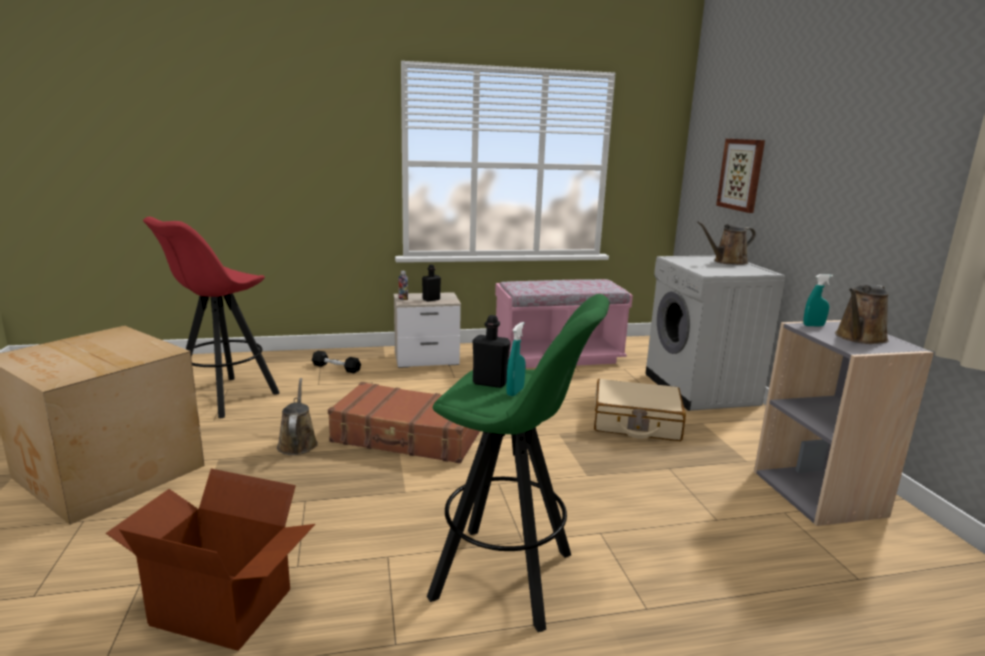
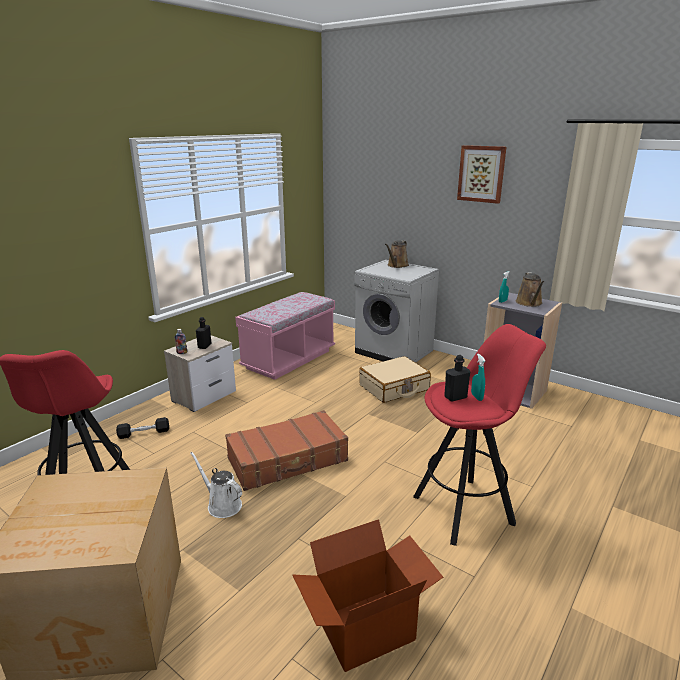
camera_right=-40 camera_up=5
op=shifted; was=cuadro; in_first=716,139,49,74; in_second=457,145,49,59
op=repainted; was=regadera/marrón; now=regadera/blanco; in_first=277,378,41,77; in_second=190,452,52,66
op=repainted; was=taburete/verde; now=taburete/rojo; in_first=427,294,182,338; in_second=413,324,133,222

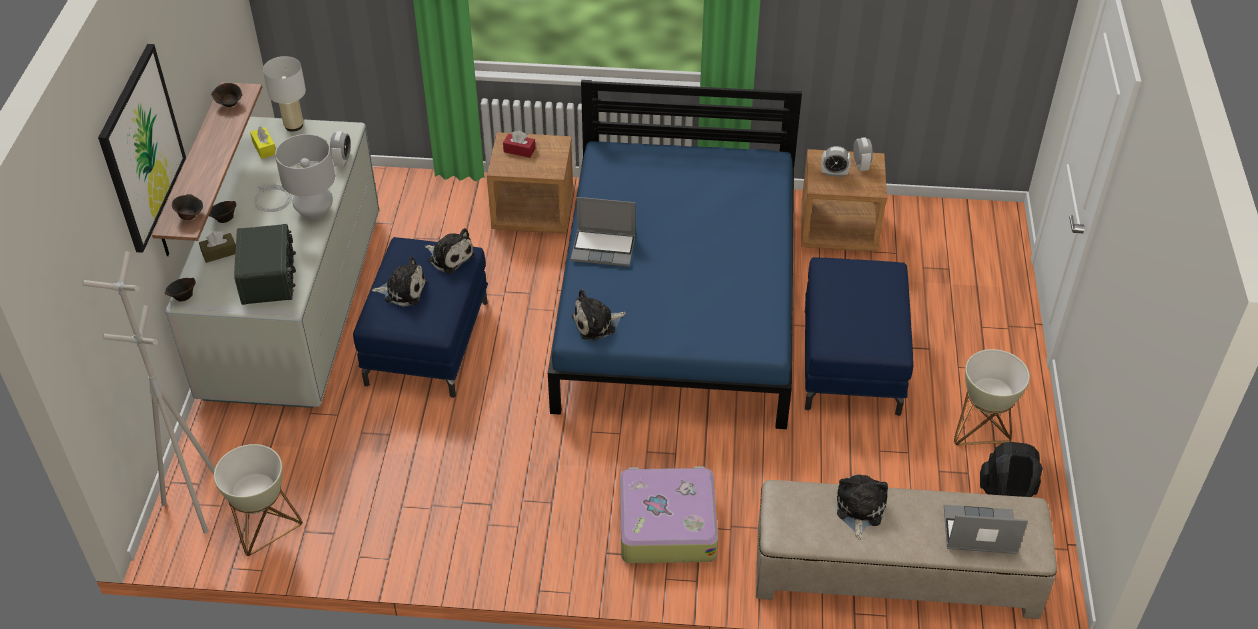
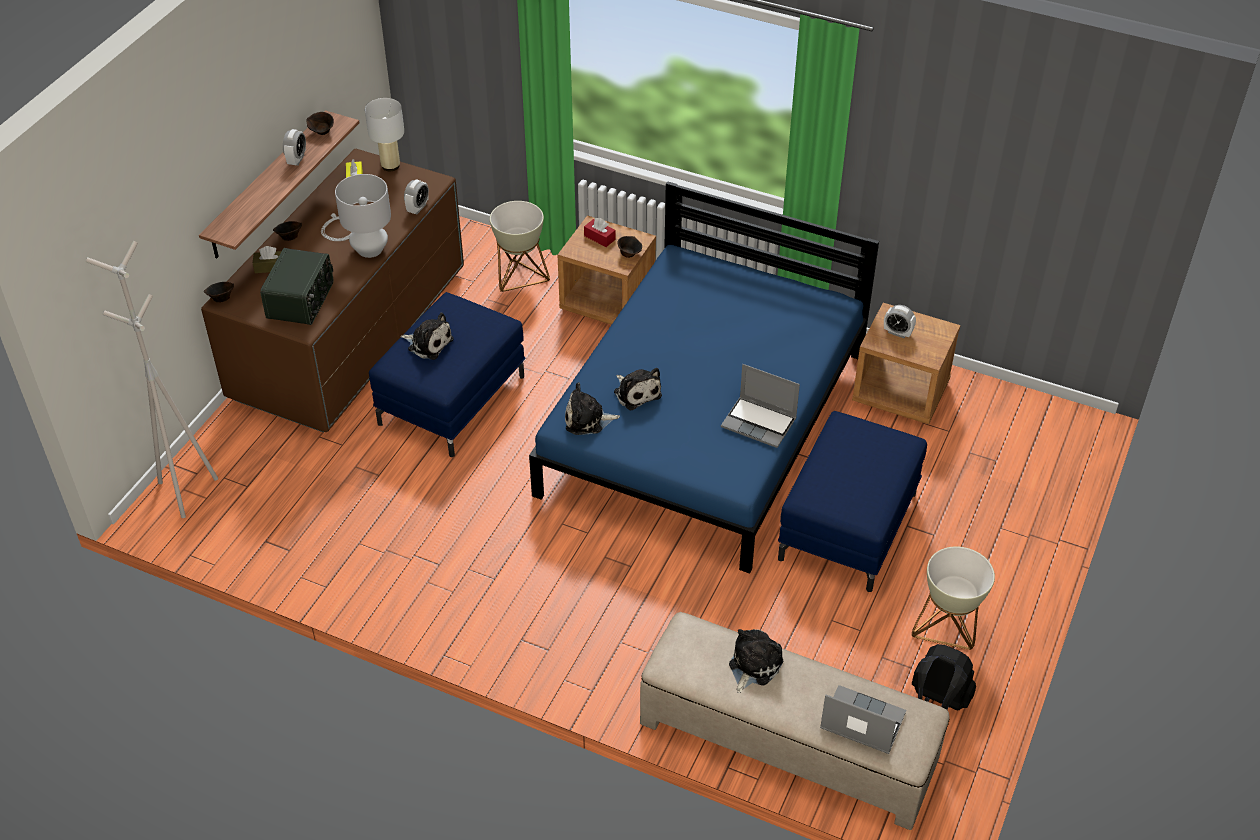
camera_right=20 camera_up=0
op=gone; was=cuadro; in_first=98,44,88,209
op=gone; was=maleta; in_first=620,466,98,97
op=shifted; was=cuenco/marrón; in_first=172,194,31,26; in_second=618,236,24,22
op=shifted; was=maceta; in_first=214,444,89,112; in_second=490,201,60,91
op=shifted; was=peluche; in_first=425,228,50,46; in_second=614,368,48,43
op=shifted; was=portátil; in_first=571,197,65,69; in_second=721,364,79,84
op=shifted; was=despertador; in_first=853,137,20,34; in_second=283,129,23,37
op=repainted; was=cómoda/blanco; now=cómoda/marrón; in_first=165,117,214,291; in_second=201,149,263,284

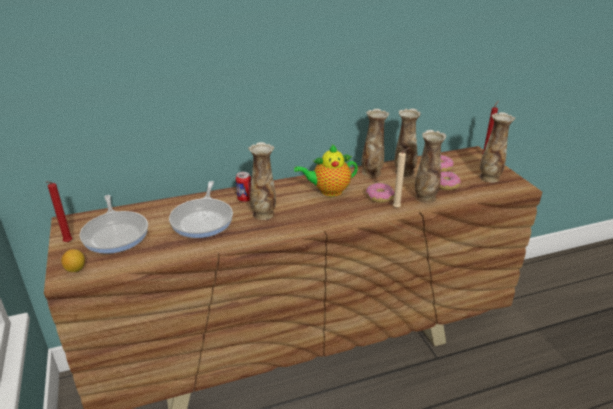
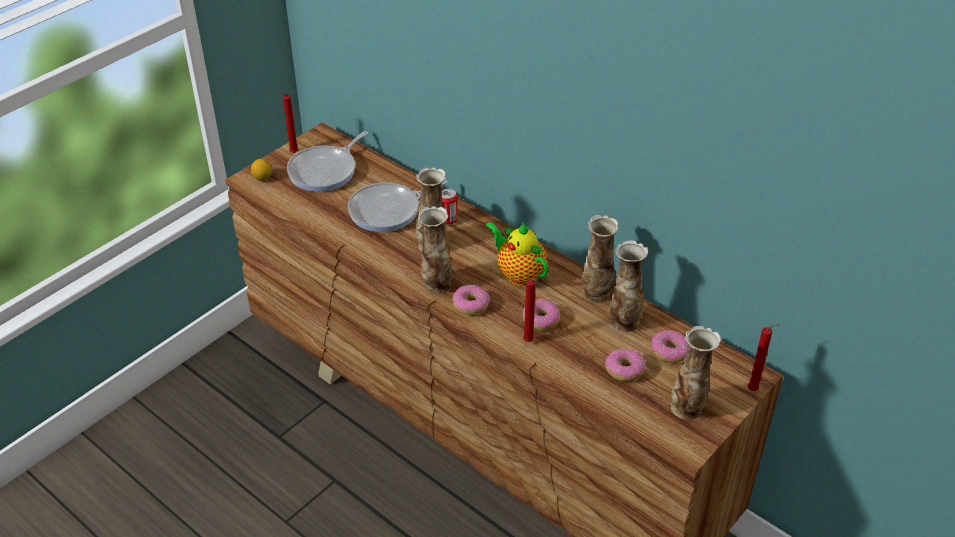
camera_right=60 camera_up=10
op=new; now=rosquilla; in_second=453,285,36,30
op=shifted; was=florero; in_first=415,130,31,73; in_second=417,206,36,89
op=repainted; was=vela/beis; now=vela/rojo; in_first=393,147,18,61; in_second=523,279,13,63

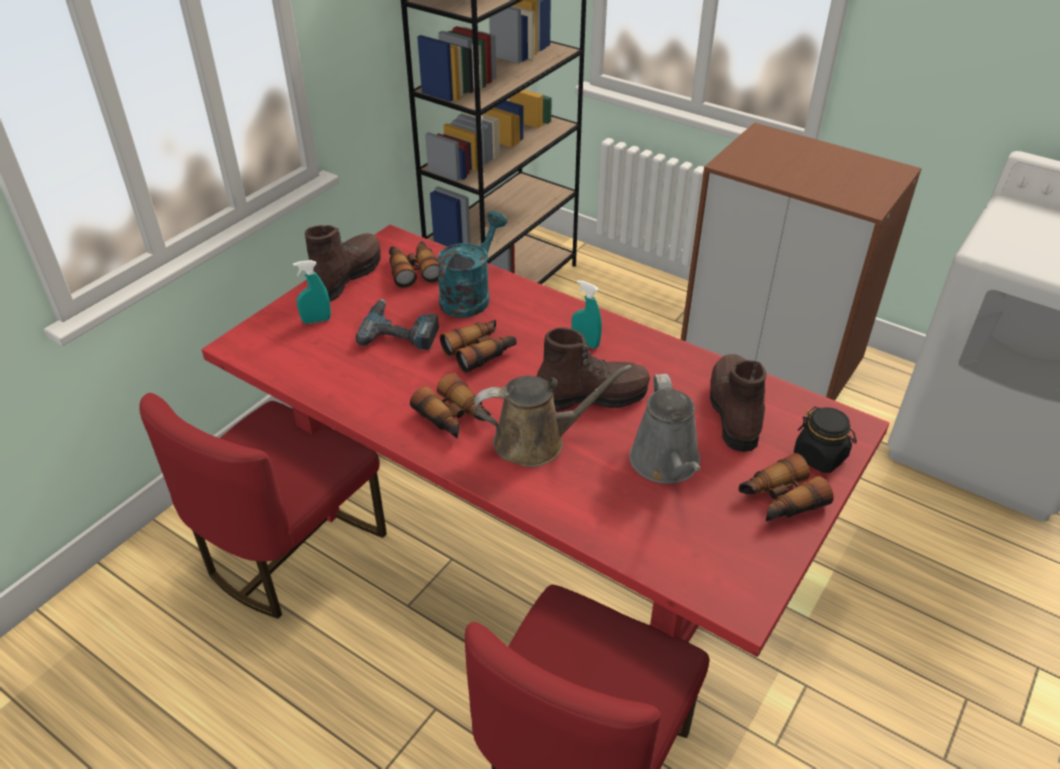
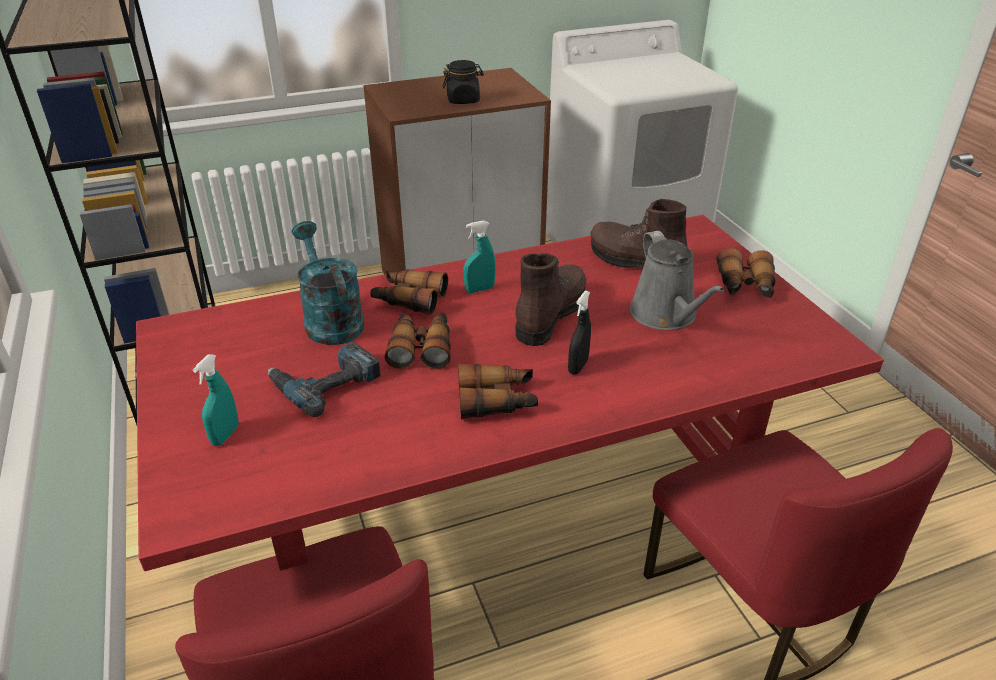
camera_right=-55 camera_up=-5
op=gone; was=bota/marrón; in_first=305,225,76,77
op=shifted; was=prismáticos; in_first=389,241,50,47; in_second=370,269,78,46
op=shifted; was=tarro/negro; in_first=794,407,63,66; in_second=443,60,41,44
op=swapped; was=regadera/marrón; now=pulverizador/negro; in_first=474,365,158,102; in_second=568,291,23,84
op=rotated; was=regadera/gris; in_first=629,374,71,110; in_second=630,231,94,99; clockwise=45

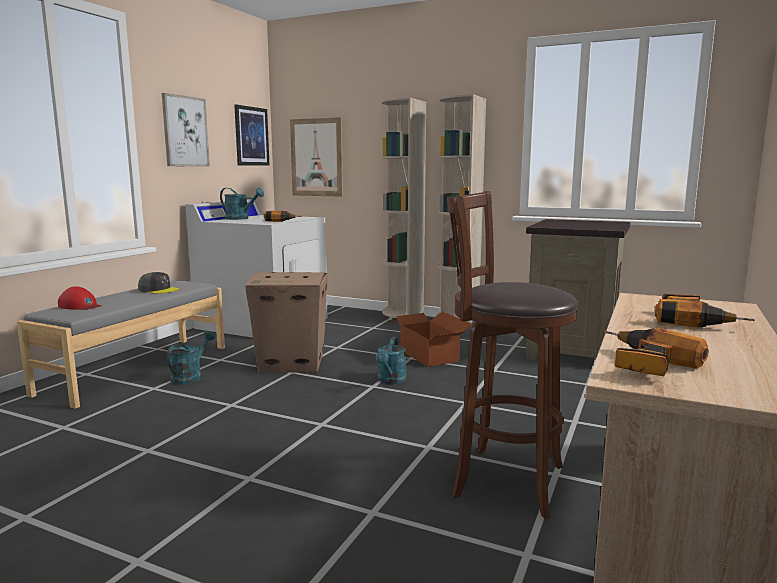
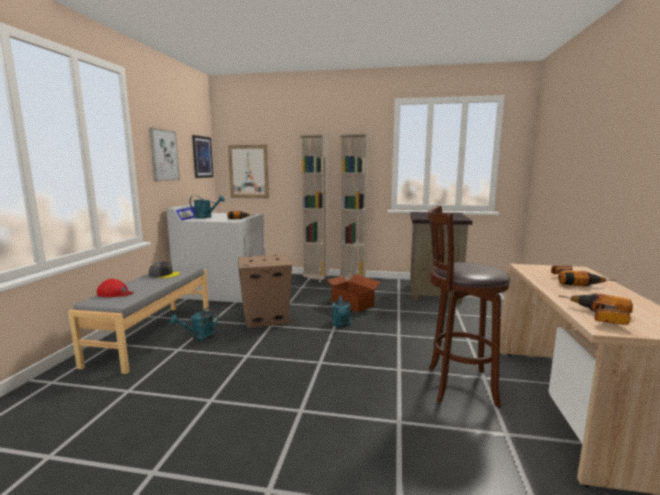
camera_right=-15 camera_up=0
op=rotated; was=regadera/turquesa; in_first=167,331,48,53; in_second=170,306,49,34; clockwise=-135

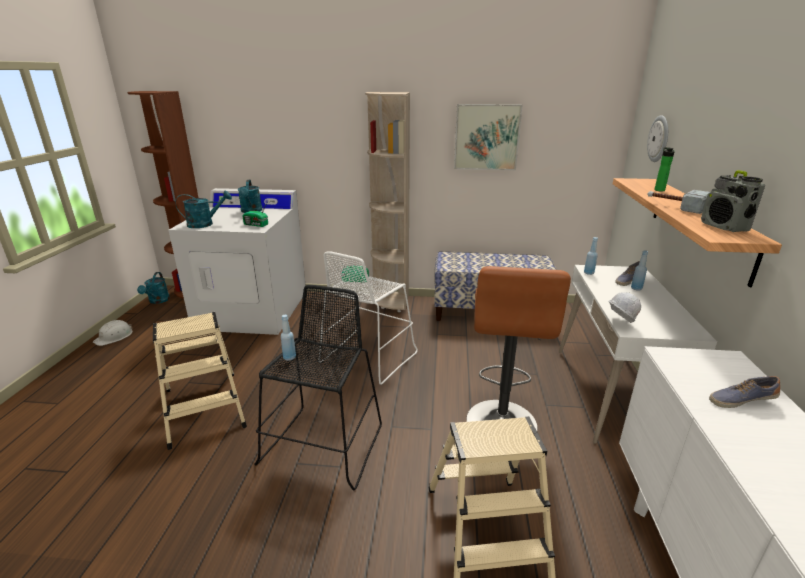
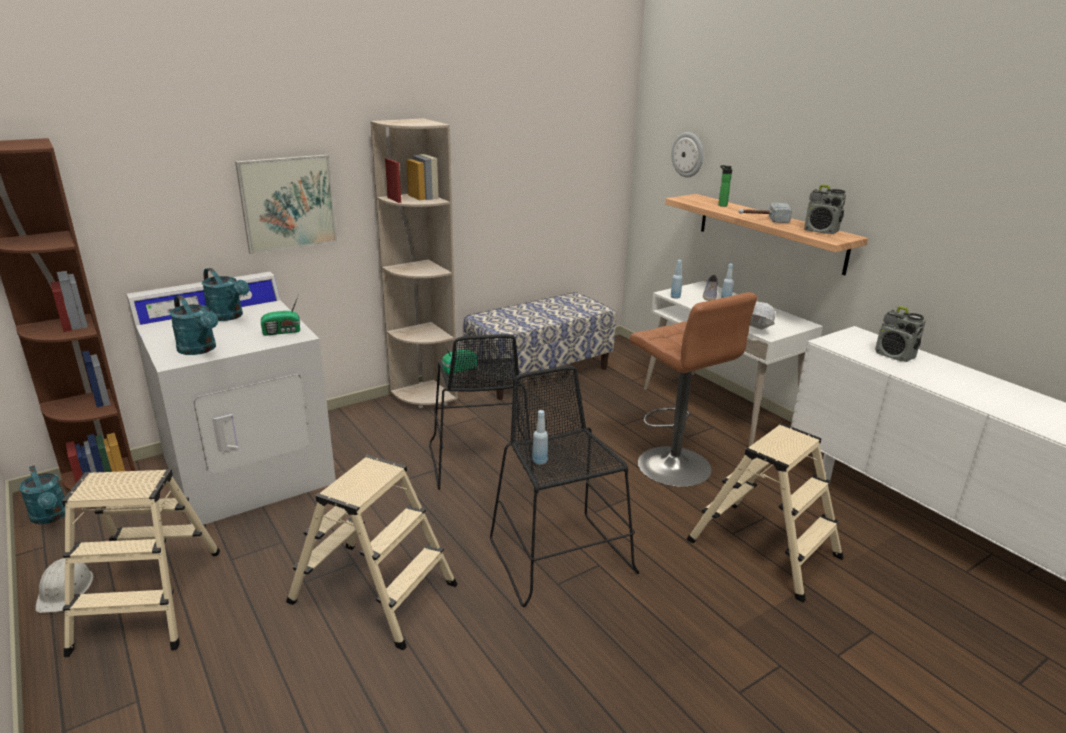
camera_right=-40 camera_up=0
op=new; now=escalera de tijera/beis; in_second=62,469,158,188
op=shifted; was=cuadro; in_first=454,104,69,66; in_second=235,155,102,99
op=swapped; was=zapato; now=radio; in_first=709,376,71,32; in_second=875,306,51,56
op=repainted; was=taburete/blanco; now=taburete/negro; in_first=319,251,99,134; in_second=429,334,105,156
op=rotated; was=regadera/turquesa; in_first=175,191,57,37; in_second=170,295,48,60; clockwise=105

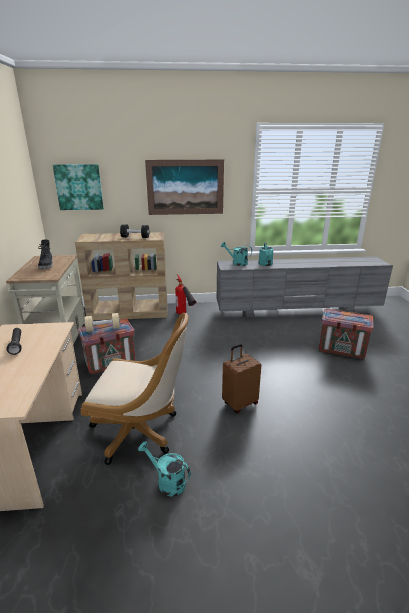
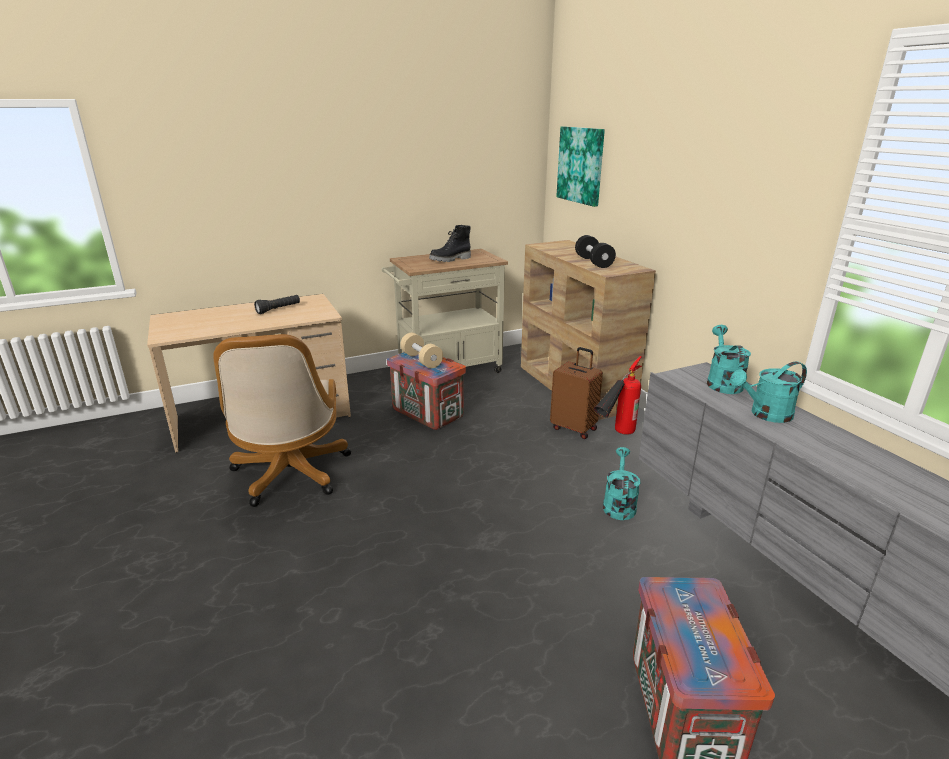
camera_right=70 camera_up=0
op=gone; was=cuadro; in_first=145,159,79,56
op=shifted; was=regadera/turquesa; in_first=138,441,53,56; in_second=603,447,37,73
op=shifted; was=maleta/marrón; in_first=222,344,39,69; in_second=550,347,53,92

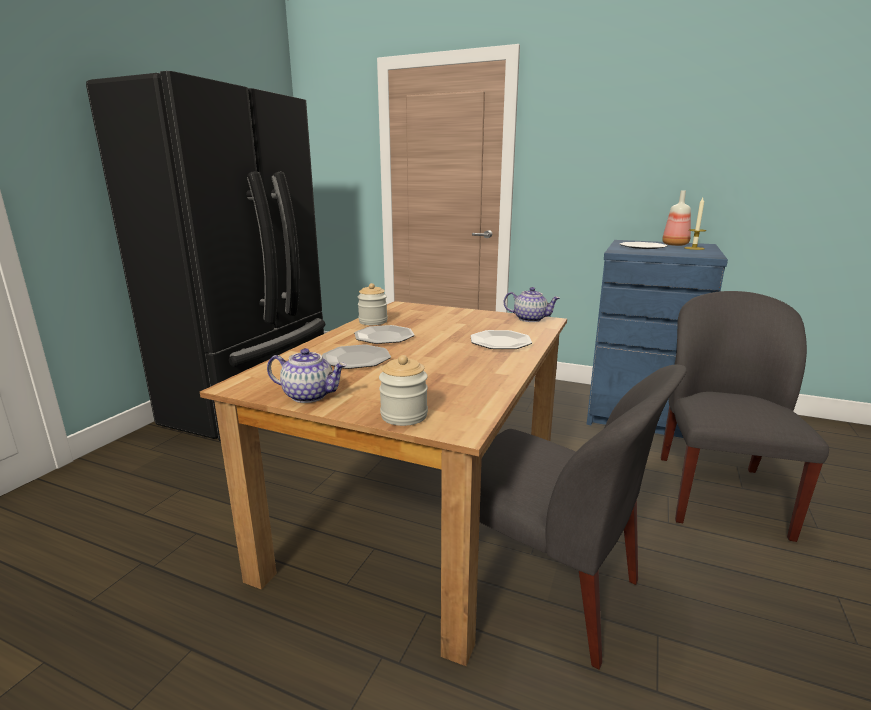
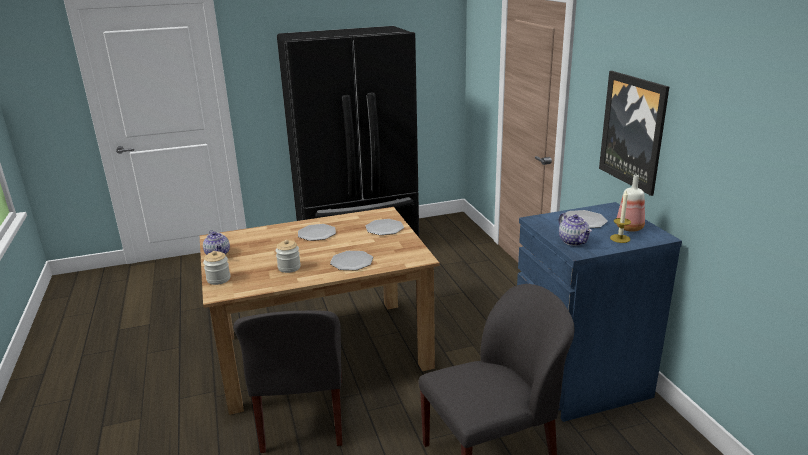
camera_right=50 camera_up=5
op=new; now=cuadro; in_second=599,71,70,125
op=shifted; was=plato; in_first=322,344,69,25; in_second=366,219,38,16
op=shifted; was=tarro; in_first=357,283,31,42; in_second=276,240,25,33
op=shifted; was=tetera; in_first=504,287,56,35; in_second=559,213,33,33

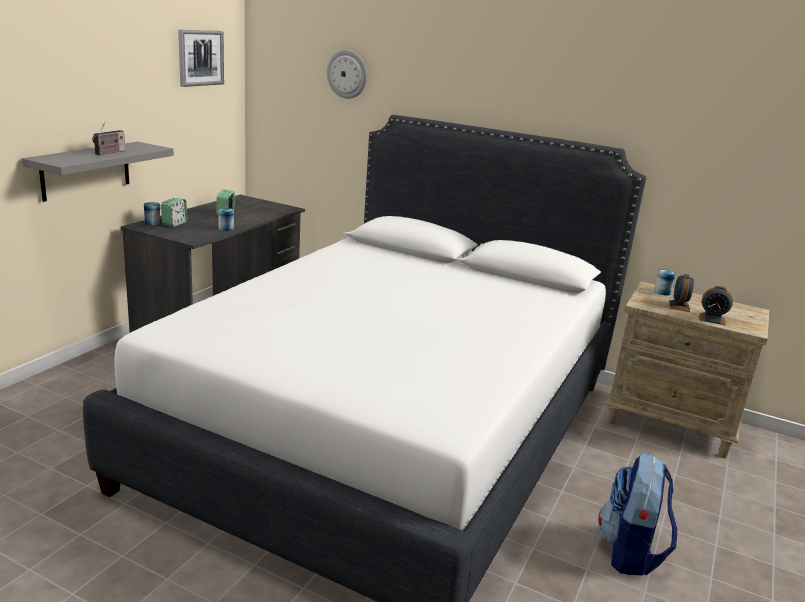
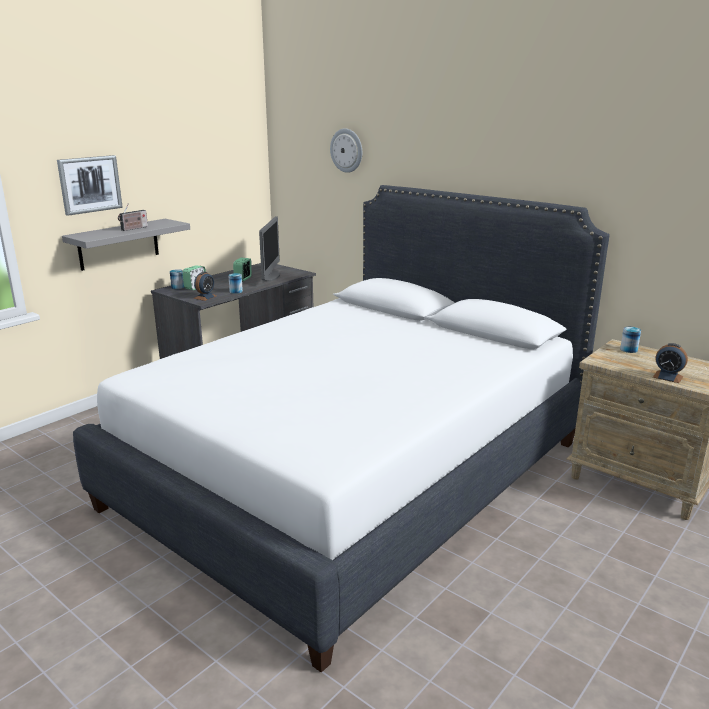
camera_right=15 camera_up=0
op=gone; was=mochila; in_first=598,454,79,122
op=new; now=monitor; in_second=259,217,21,65
op=shifted; was=cuadro; in_first=178,30,46,57; in_second=57,155,66,61
op=shifted; was=despertador; in_first=669,274,25,38; in_second=194,272,22,29

